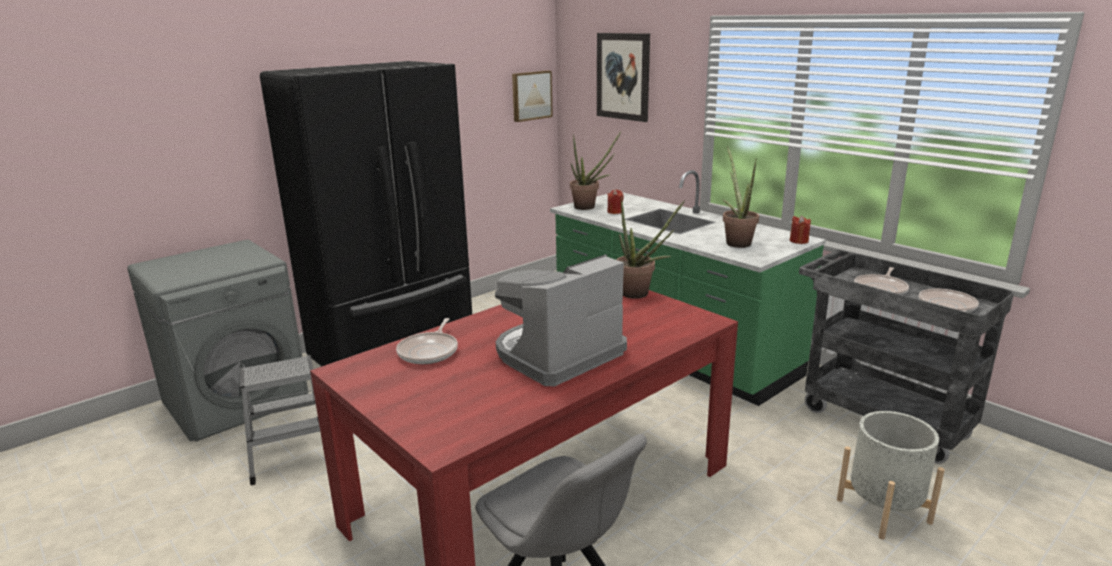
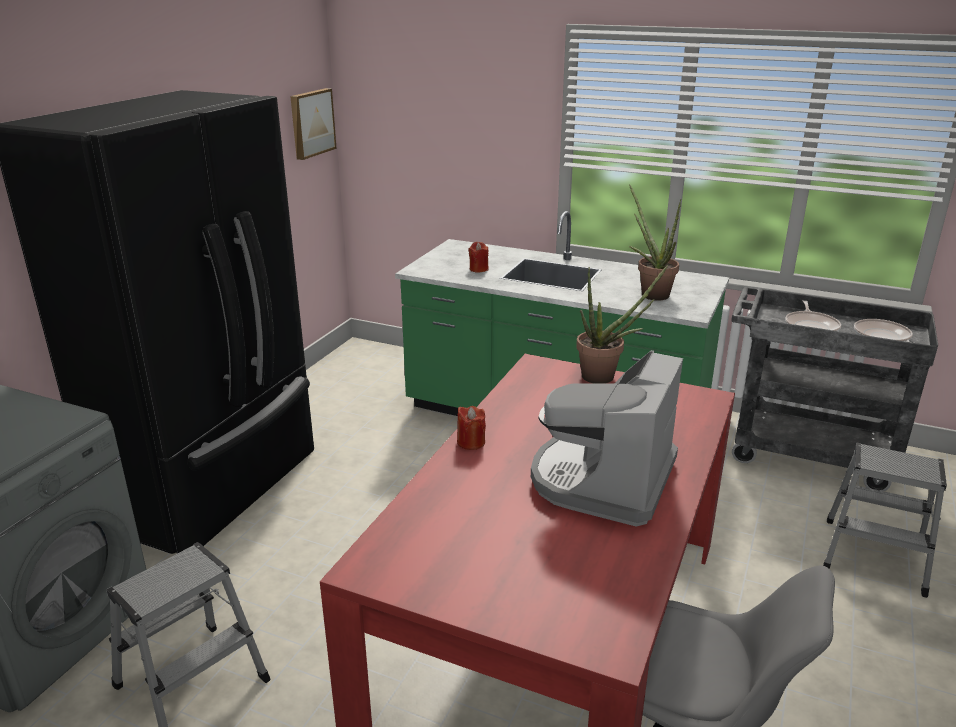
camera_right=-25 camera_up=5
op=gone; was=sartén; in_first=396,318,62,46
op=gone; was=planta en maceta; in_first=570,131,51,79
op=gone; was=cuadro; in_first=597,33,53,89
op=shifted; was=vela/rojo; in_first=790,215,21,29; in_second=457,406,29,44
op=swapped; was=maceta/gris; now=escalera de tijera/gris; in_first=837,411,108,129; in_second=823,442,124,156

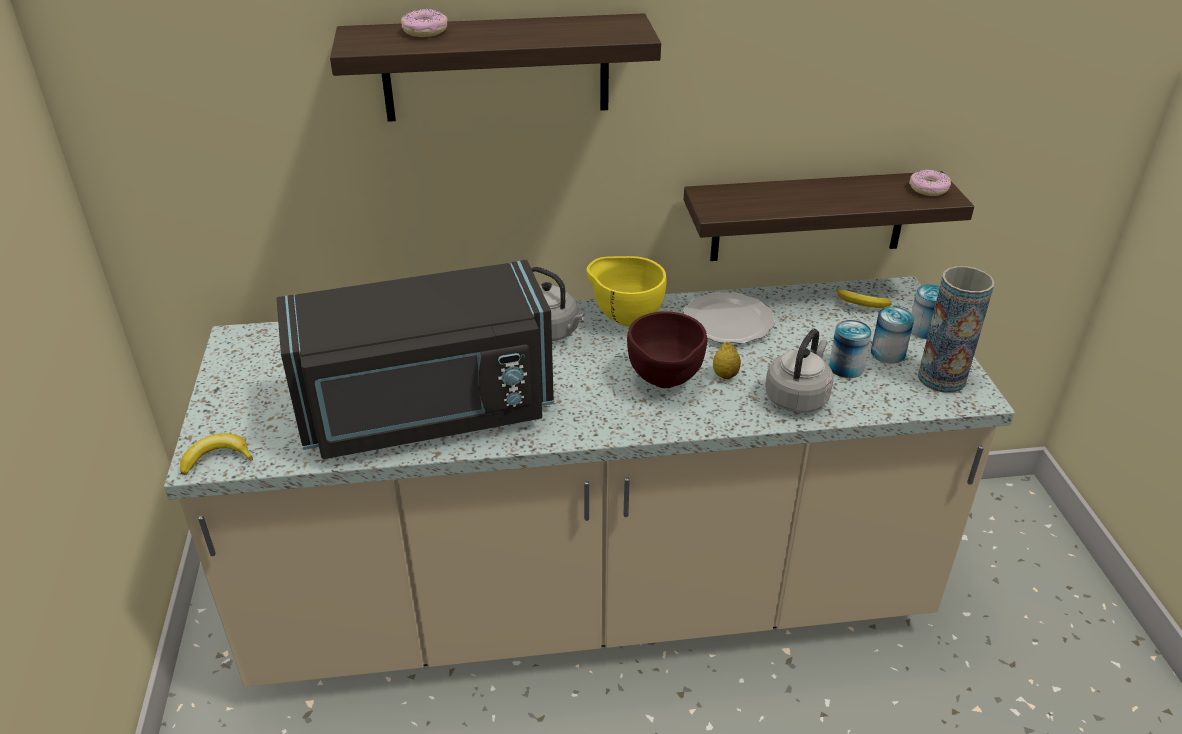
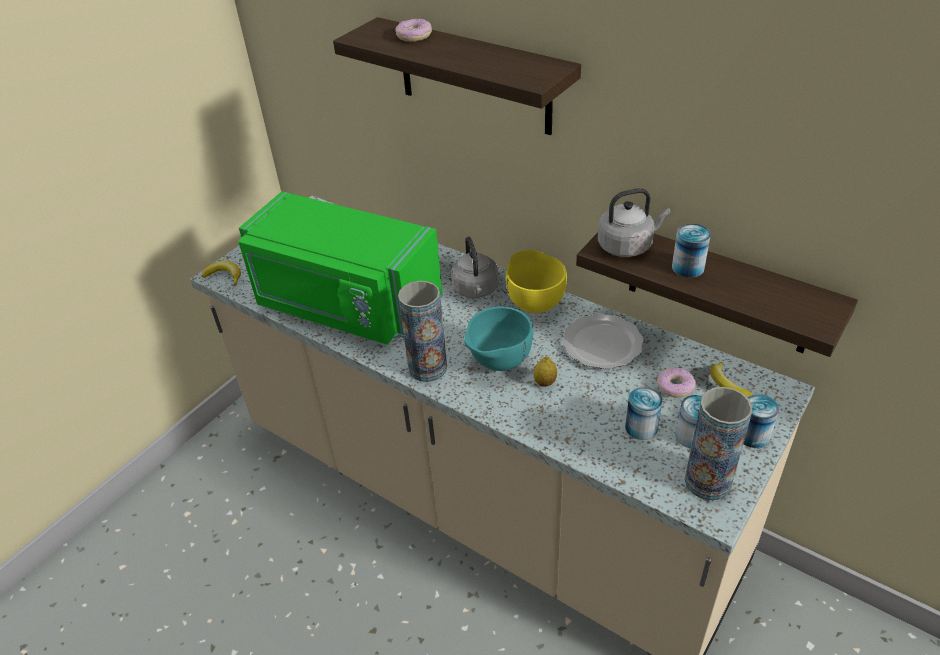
camera_right=45 camera_up=5
op=new; now=florero; in_second=398,281,49,101
op=new; now=lata; in_second=672,224,39,54
op=shifted; was=hervidor/gris; in_first=765,329,69,84; in_second=597,188,74,69
op=shifted; was=rosquilla; in_first=909,169,42,27; in_second=657,368,39,29
op=repainted; was=microondas/negro; now=microondas/verde; in_first=277,260,277,199; in_second=238,191,205,154
op=repainted; was=cuenco/marrón; now=cuenco/turquesa; in_first=627,311,80,77; in_second=464,306,69,65

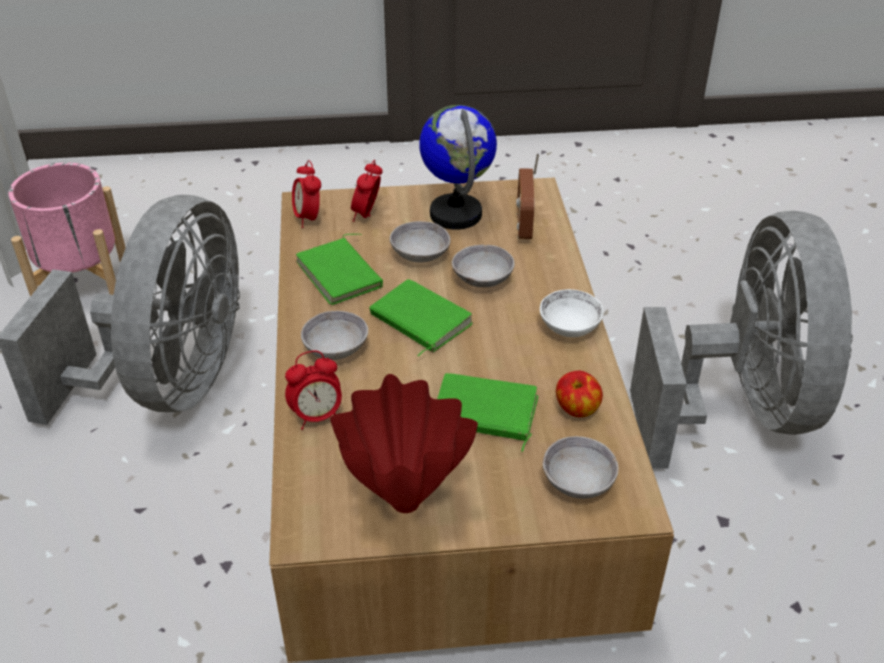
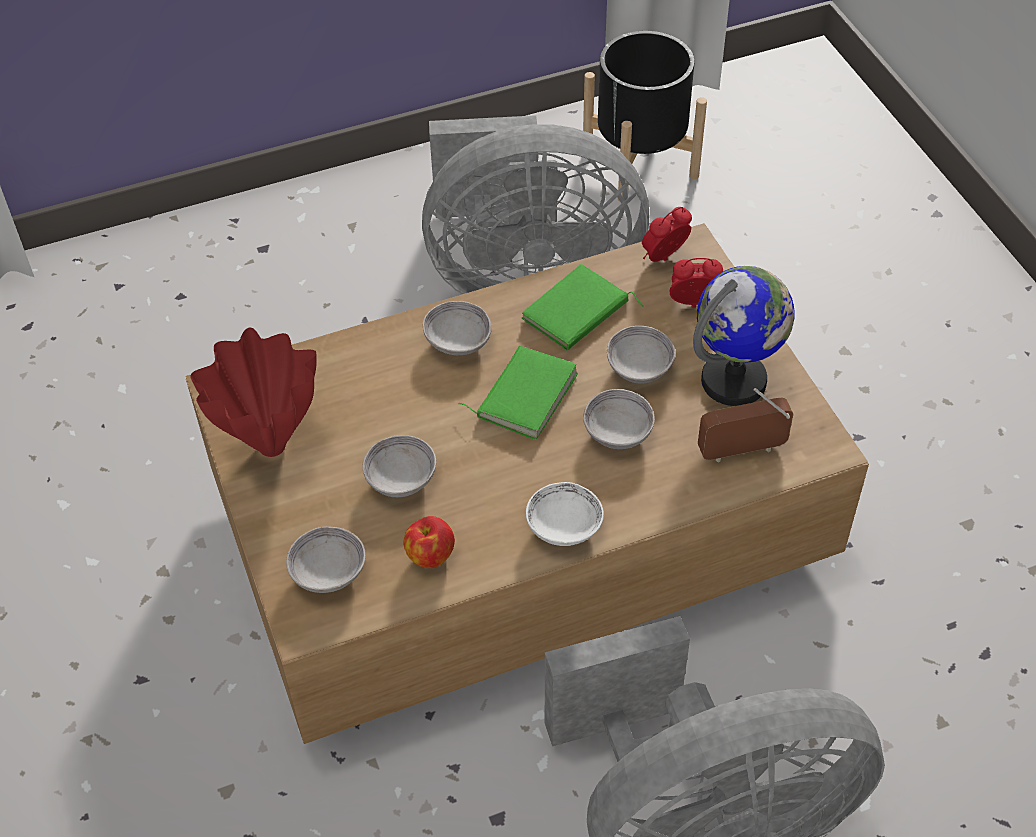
camera_right=75 camera_up=10
op=gone; was=despertador; in_first=285,351,57,79
op=swapped; was=libro/verde; now=cuenco/gris; in_first=437,373,101,79; in_second=362,435,74,62
op=repainted; was=maceta/rosa; now=maceta/negro; in_first=8,163,118,133; in_second=583,31,124,171

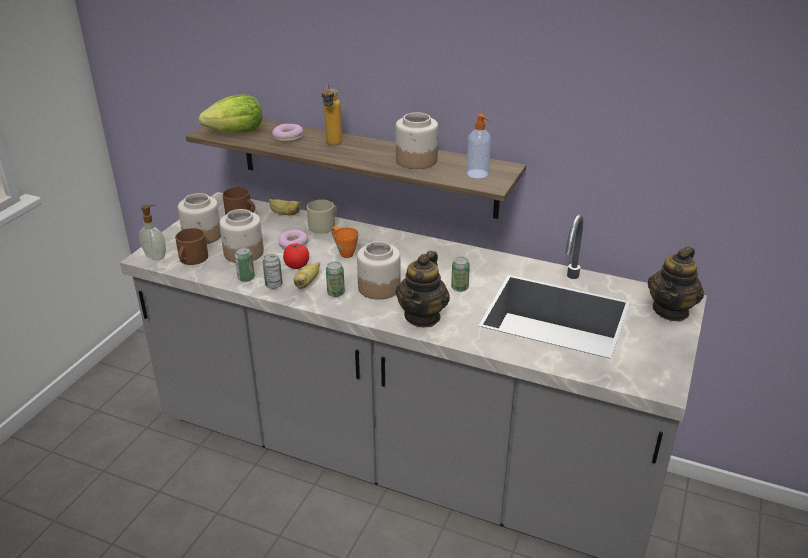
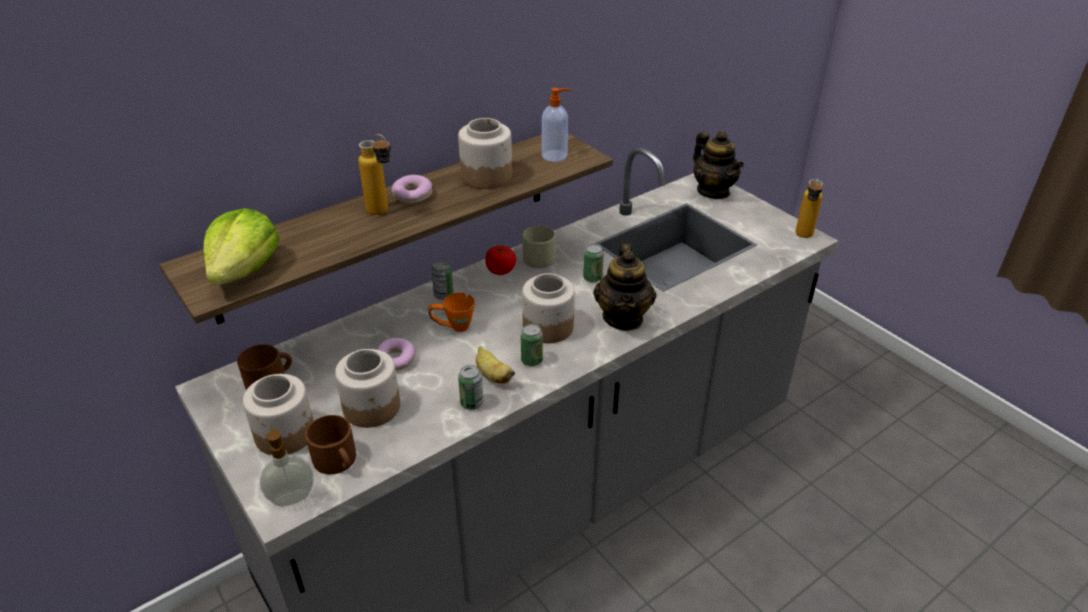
camera_right=-60 camera_up=5
op=gone; was=plátano; in_first=269,199,33,16
op=new; now=botella; in_second=796,178,27,60
op=shifted; was=lata; in_first=235,247,20,35; in_second=431,261,23,39
op=shifted; was=rosquilla; in_first=272,124,31,18; in_second=392,175,40,29
op=shifted; was=tomate; in_first=283,244,26,25; in_second=485,246,31,29
op=shifted; was=taza grande/beis; in_first=307,200,30,34; in_second=522,226,34,42
op=rotated; was=tetera; in_first=395,251,55,76; in_second=593,244,63,87; clockwise=45

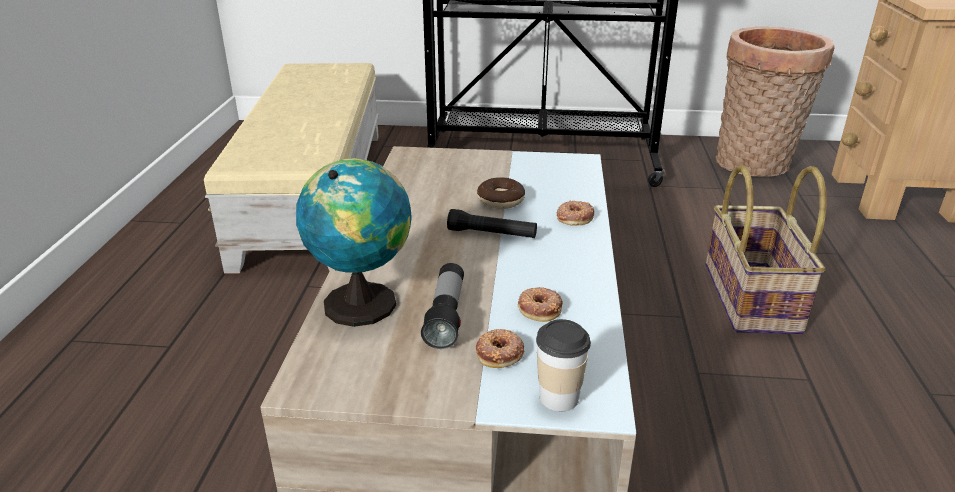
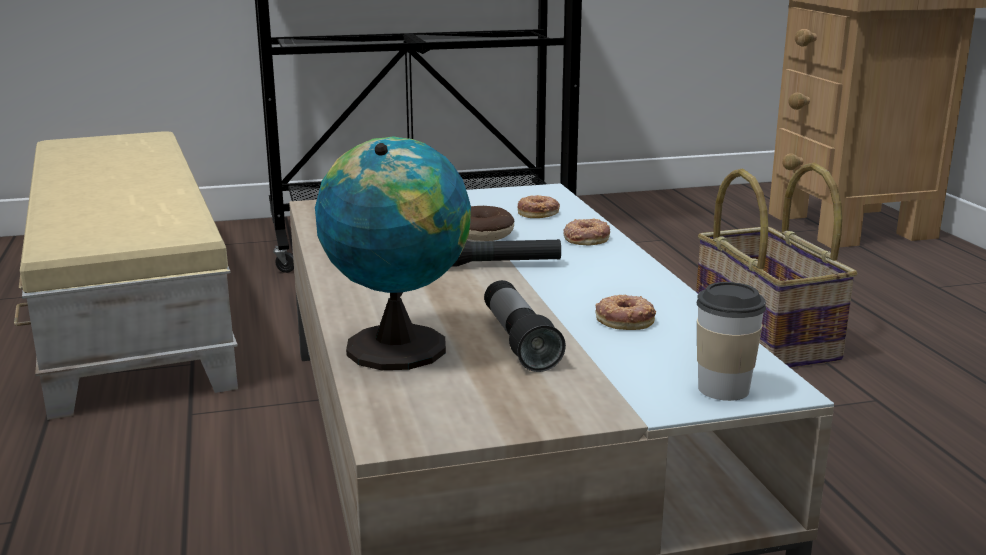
camera_right=-20 camera_up=-10
op=gone; was=cesta; in_first=716,27,119,150
op=shifted; was=rosquilla; in_first=476,329,49,39; in_second=518,195,42,23

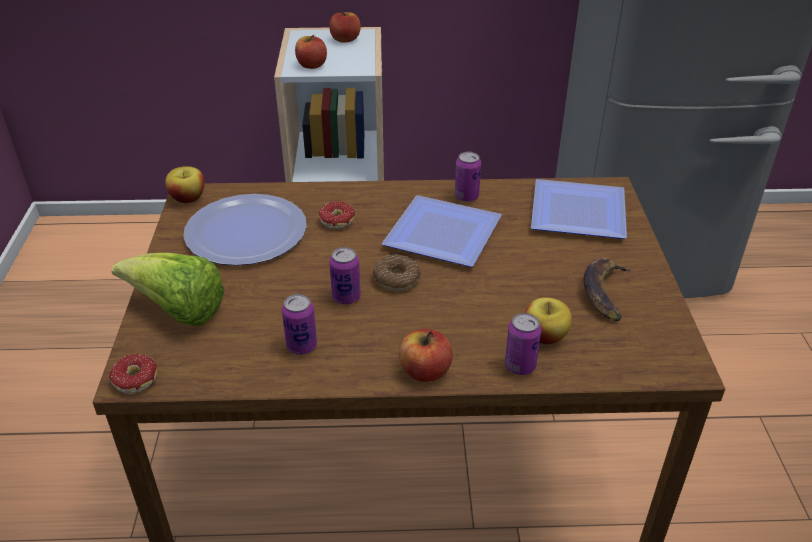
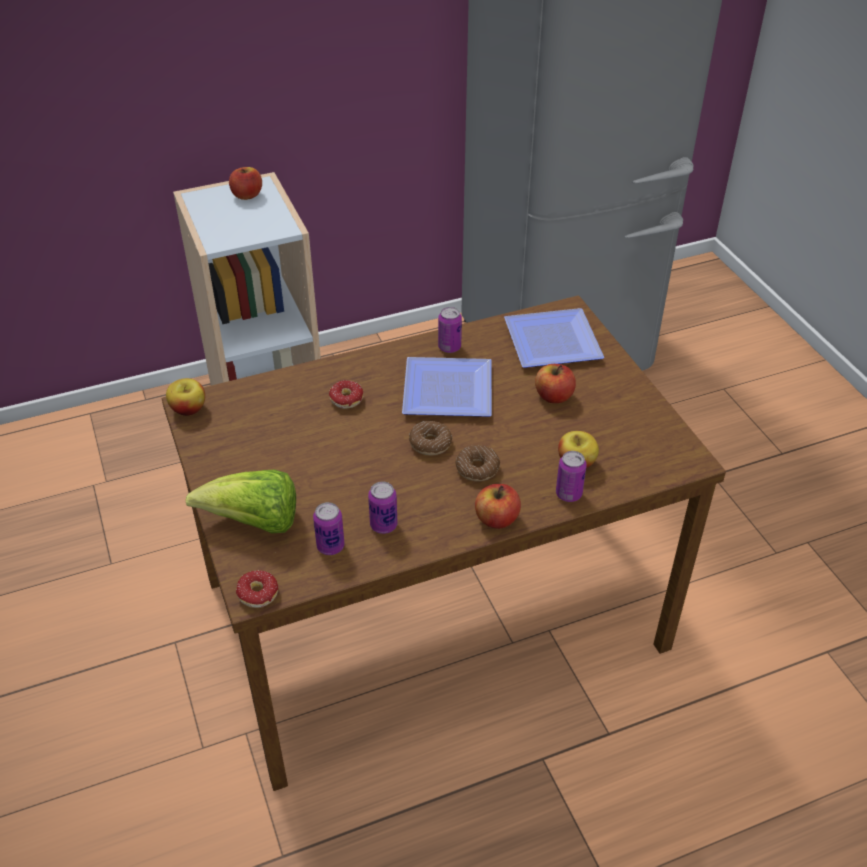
camera_right=-20 camera_up=5
op=gone; was=plato; in_first=183,194,124,72
op=gone; was=plátano; in_first=583,257,48,64
op=new; now=rosquilla; in_second=455,445,45,36
op=shifted; was=manzana; in_first=295,35,32,34; in_second=535,364,41,39
op=shifted; was=lata; in_first=329,247,32,58; in_second=313,502,32,53

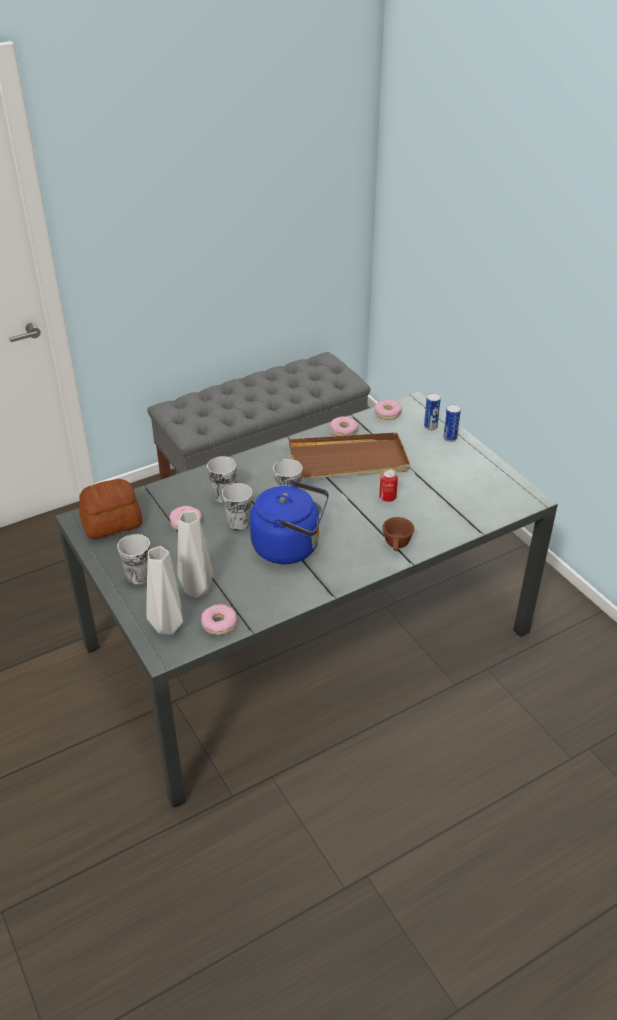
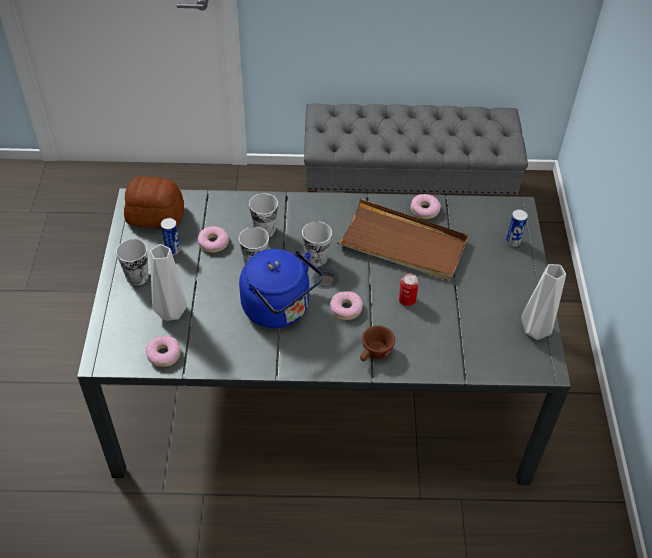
camera_right=30 camera_up=10
op=shifted; was=florero/gris; in_first=146,546,37,89; in_second=521,264,45,76
op=shifted; was=rosquilla; in_first=374,399,28,21; in_second=330,291,33,29
op=shifted; was=lata; in_first=443,404,18,38; in_second=161,218,19,38

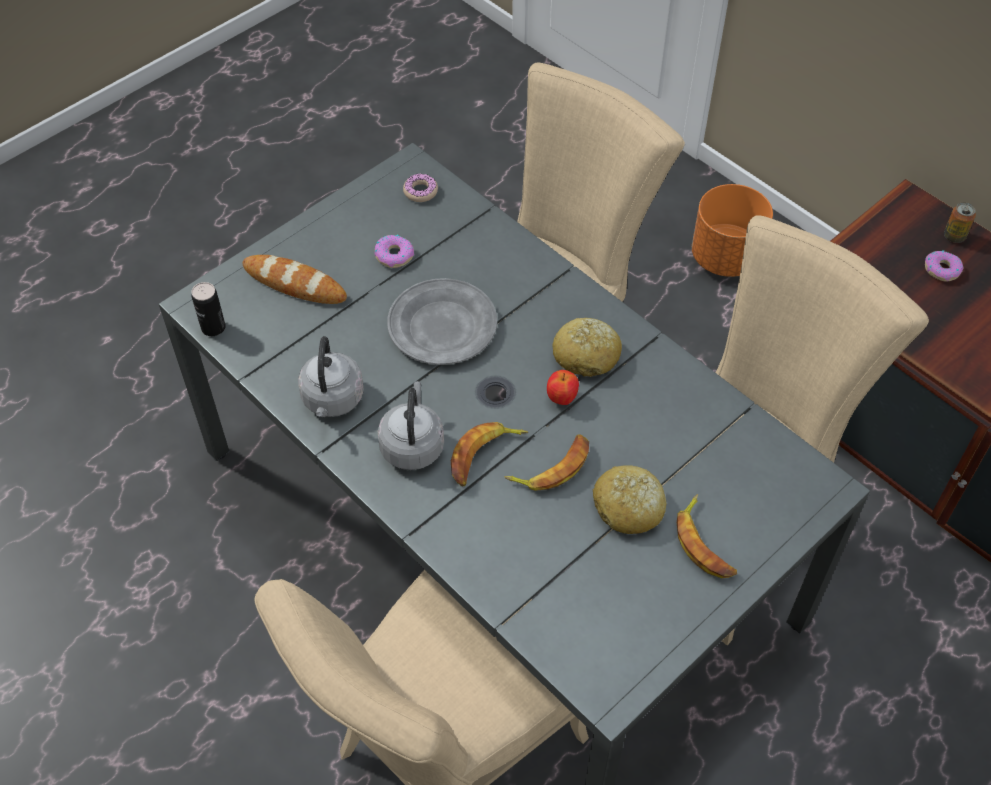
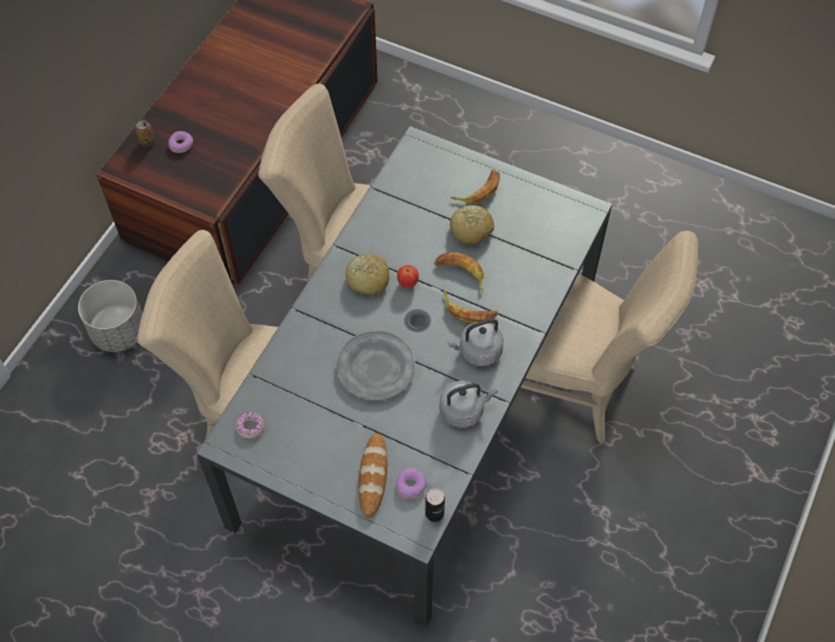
camera_right=-110 camera_up=5
op=shifted; was=rosquilla; in_first=375,235,39,33; in_second=396,468,31,31
op=repainted; was=maceta/naranja; now=maceta/gris; in_first=692,184,81,93; in_second=78,280,65,72

